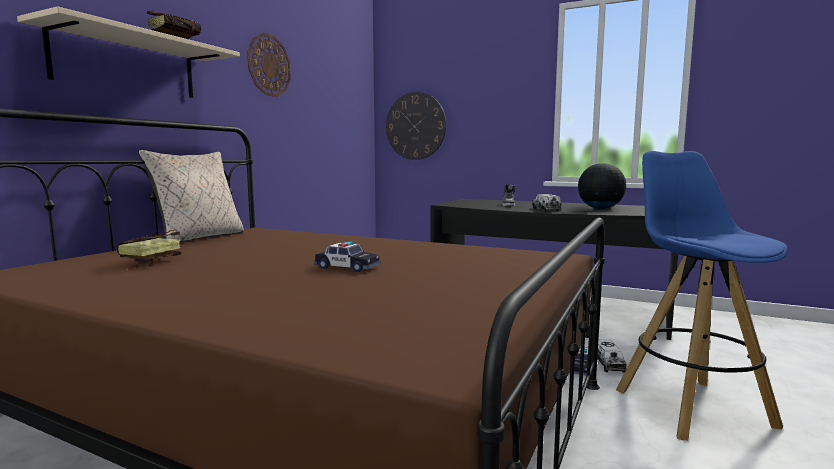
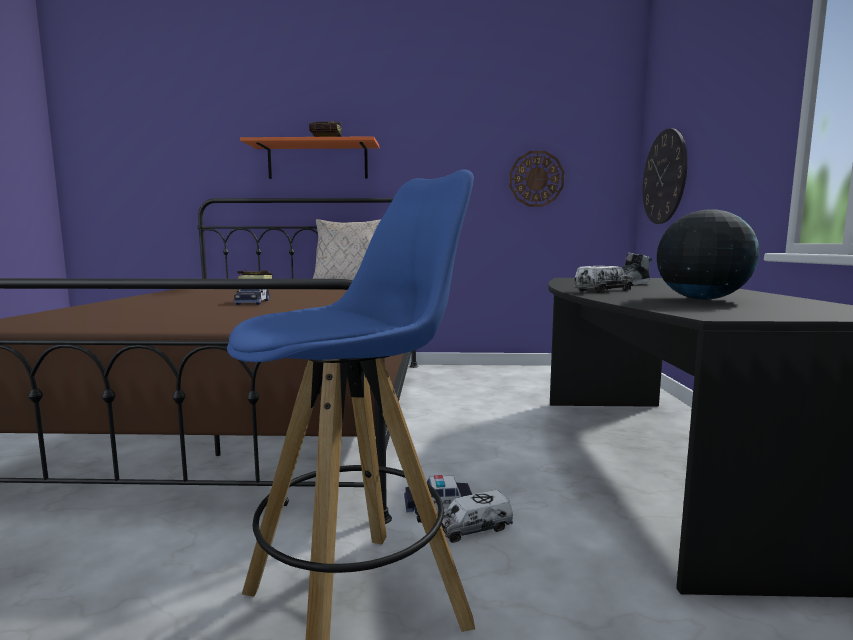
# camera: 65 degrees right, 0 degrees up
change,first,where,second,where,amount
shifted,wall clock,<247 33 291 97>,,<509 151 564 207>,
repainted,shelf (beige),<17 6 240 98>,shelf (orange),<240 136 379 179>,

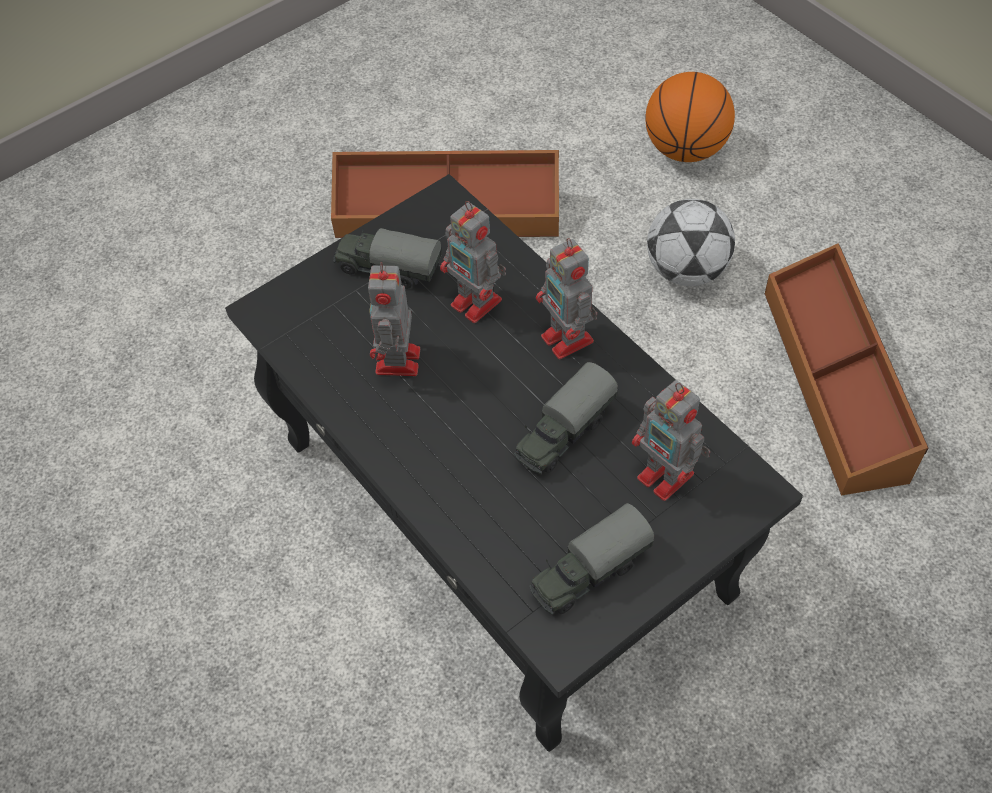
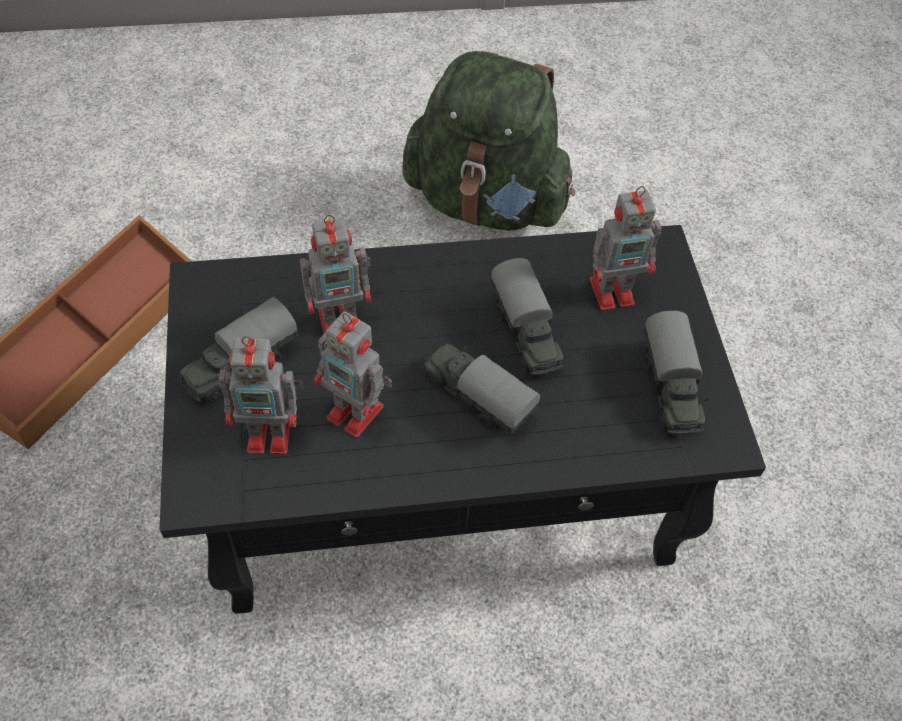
# camera: 65 degrees left, 0 degrees up
change,first,where,second,where,amount
gone,basketball,<645 72 735 162>,,,
gone,football,<647 199 735 286>,,,
new,,,toy truck,<422 343 540 434>,
shifted,toy robot,<536 238 597 359>,,<219 336 303 455>,
swapped,storage box (brown),<765 243 929 495>,backpack (green),<402 51 575 231>,

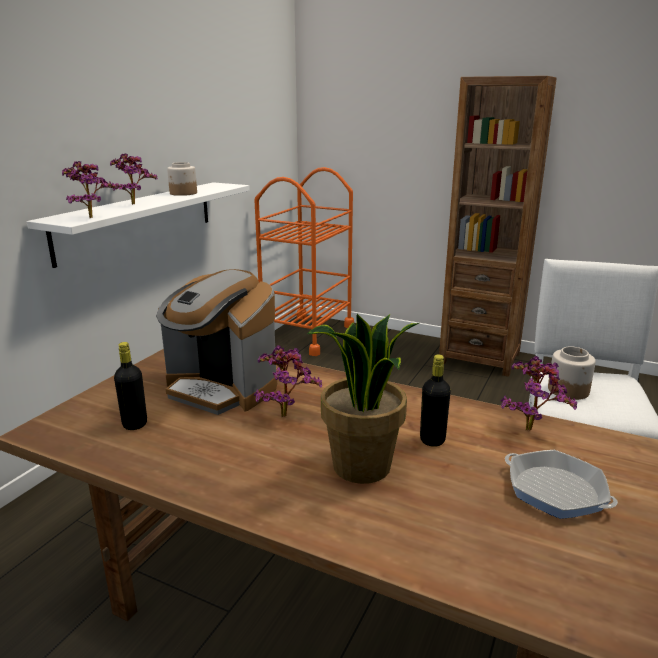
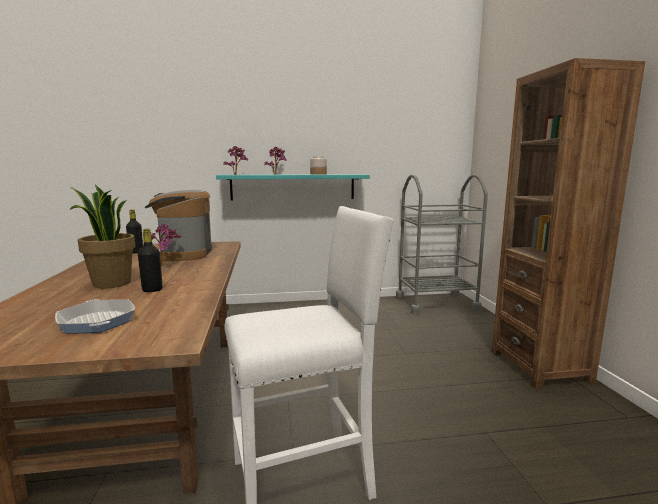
# camera: 55 degrees right, 10 degrees down
change,first,where,second,where,amount
gone,potted plant,<500 356 577 430>,,,
gone,jar,<548 346 596 400>,,,
repainted,shelf (white),<27 182 250 268>,shelf (turquoise),<216 174 370 200>,
repainted,cart (orange),<254 167 354 356>,cart (grey),<396 174 488 314>,
rotated,frying pan,<505 450 618 519>,,<55 299 135 334>,45 degrees counterclockwise

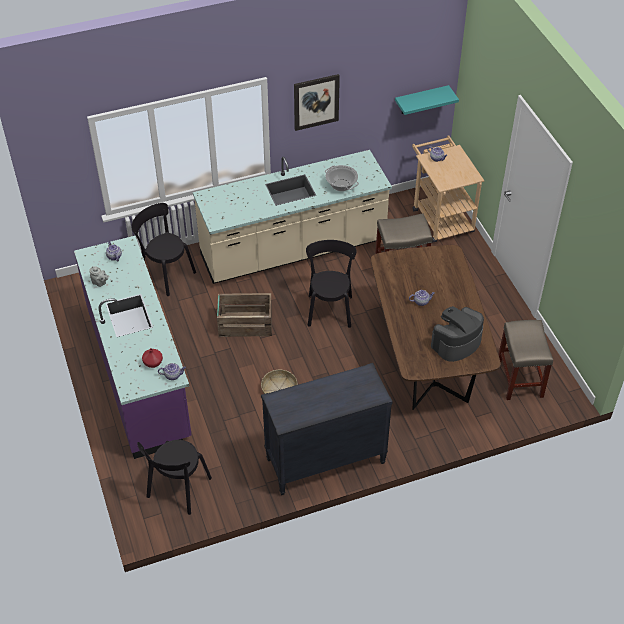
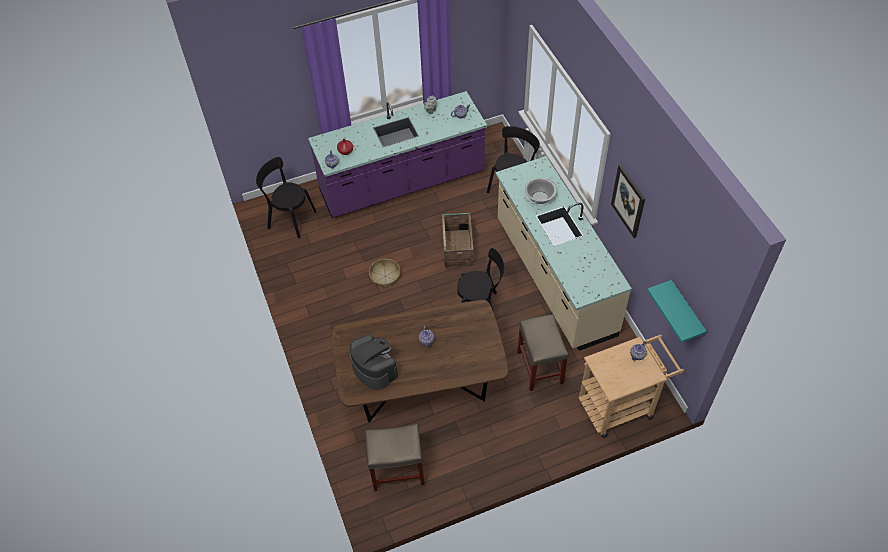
# camera: 90 degrees right, 5 degrees up
change,first,where,second,where,amount
gone,dresser (black),<261 363 393 495>,,,
shifted,cooking pot,<325 165 359 191>,,<524 178 557 204>,

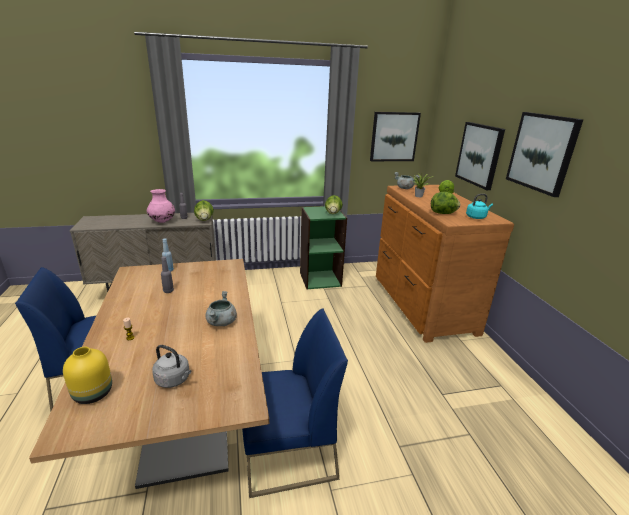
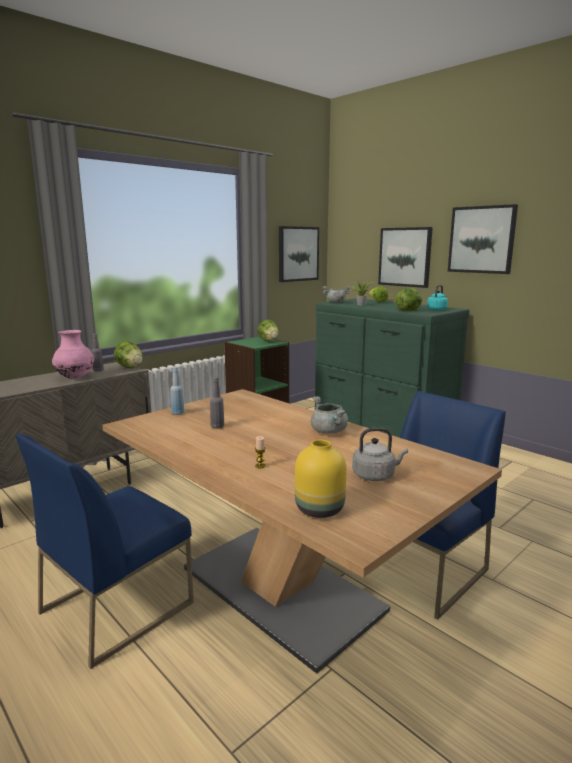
# camera: 30 degrees left, 10 degrees down
change,first,where,second,where,amount
repainted,dresser (brown),<376 185 514 343>,dresser (green),<315 298 470 438>,

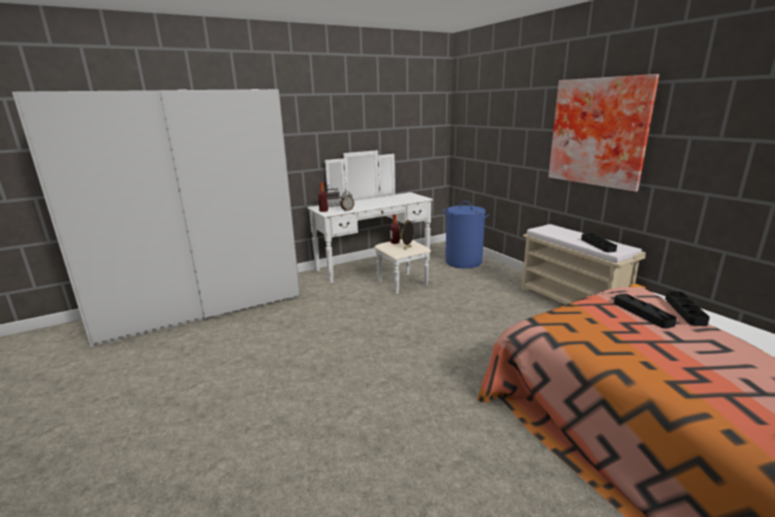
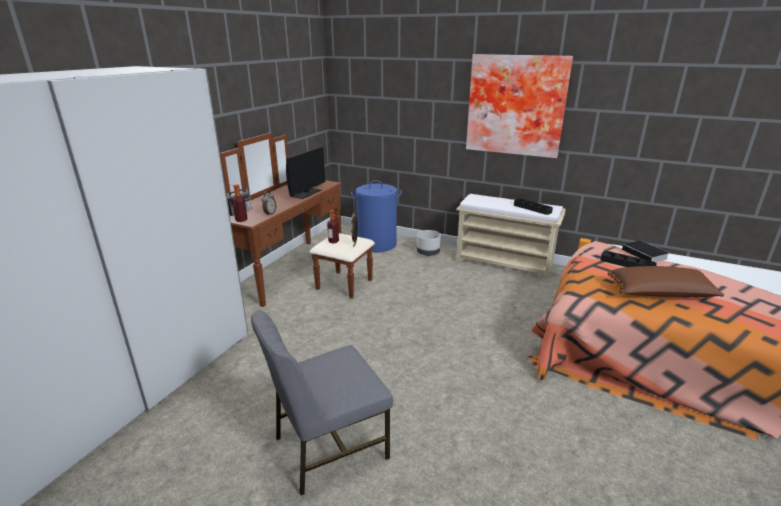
# camera: 35 degrees left, 5 degrees up
change,first,where,second,where,amount
new,,,chair (grey),<251 310 393 496>,
new,,,monitor,<286 147 325 199>,
new,,,planter (grey),<417 230 441 256>,
new,,,pillow (brown),<607 266 724 297>,
swapped,tray (black),<665 291 710 326>,book,<622 241 669 266>,
repainted,dresser (white),<308 150 433 294>,dresser (brown),<220 133 375 307>,

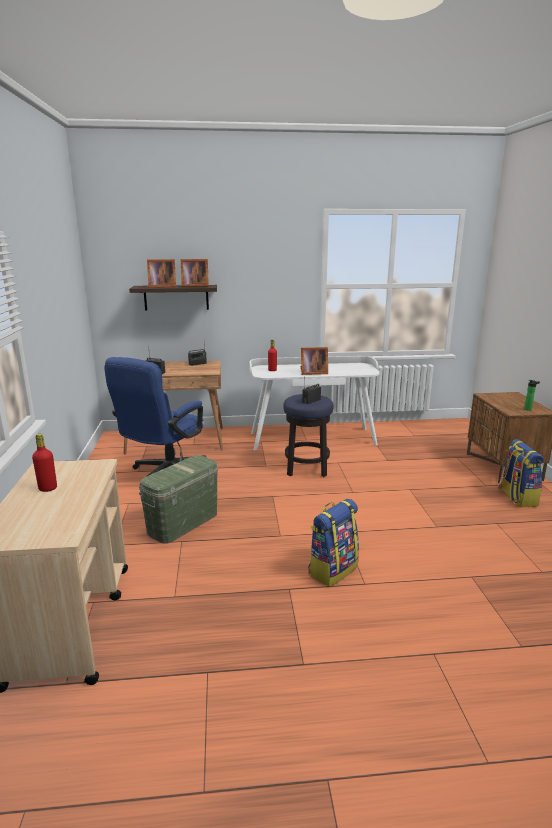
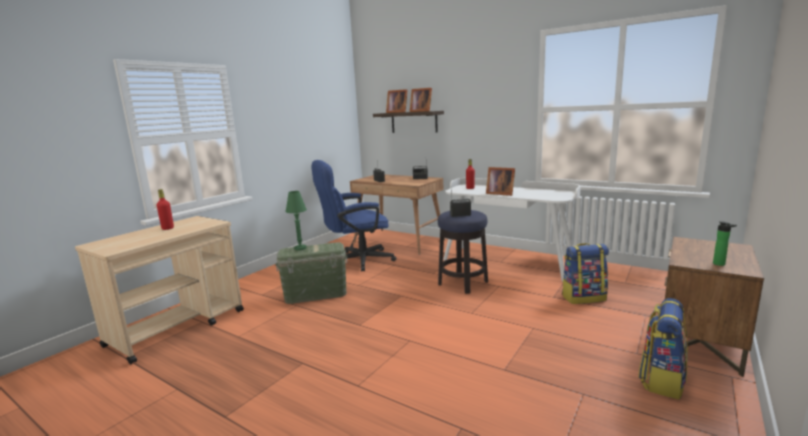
# camera: 40 degrees right, 5 degrees down
change,first,where,second,where,amount
new,,,table lamp (green),<286 191 307 251>,
shifted,backpack,<308 499 359 587>,,<562 243 609 304>,

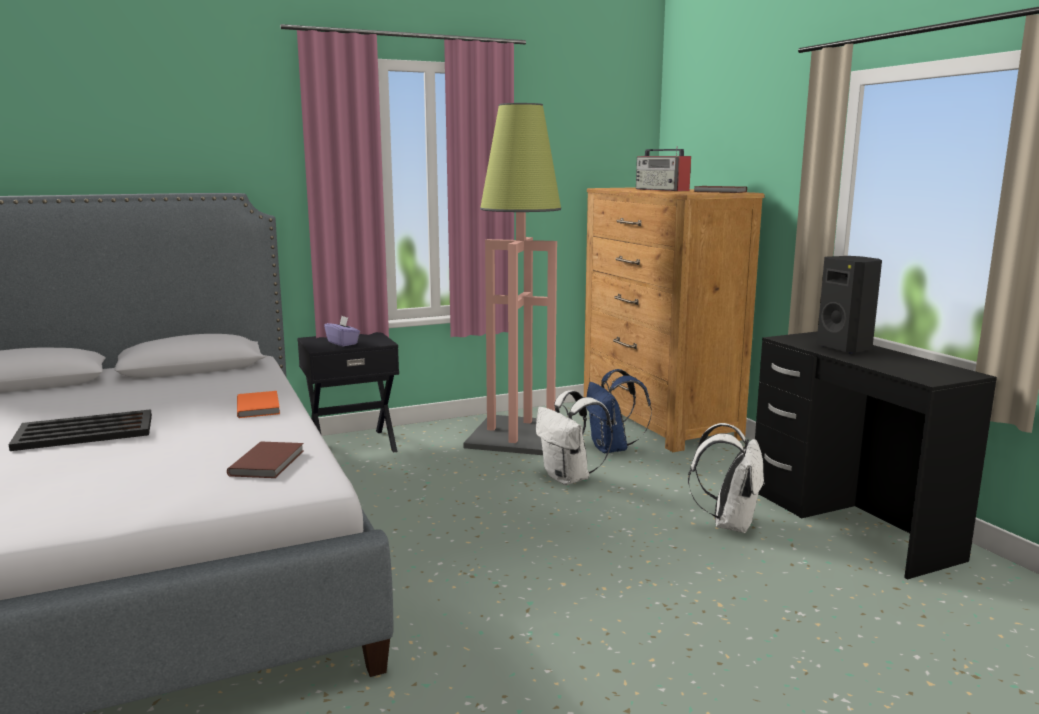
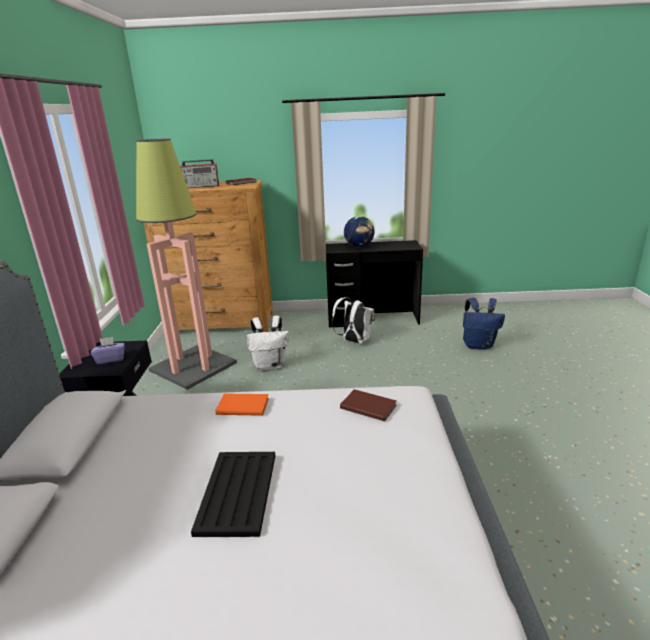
# camera: 65 degrees left, 10 degrees up
change,first,where,second,where,amount
shifted,backpack (blue),<586 369 652 453>,,<463 298 505 350>,
swapped,speaker (black),<817 256 882 354>,globe,<344 216 374 247>,

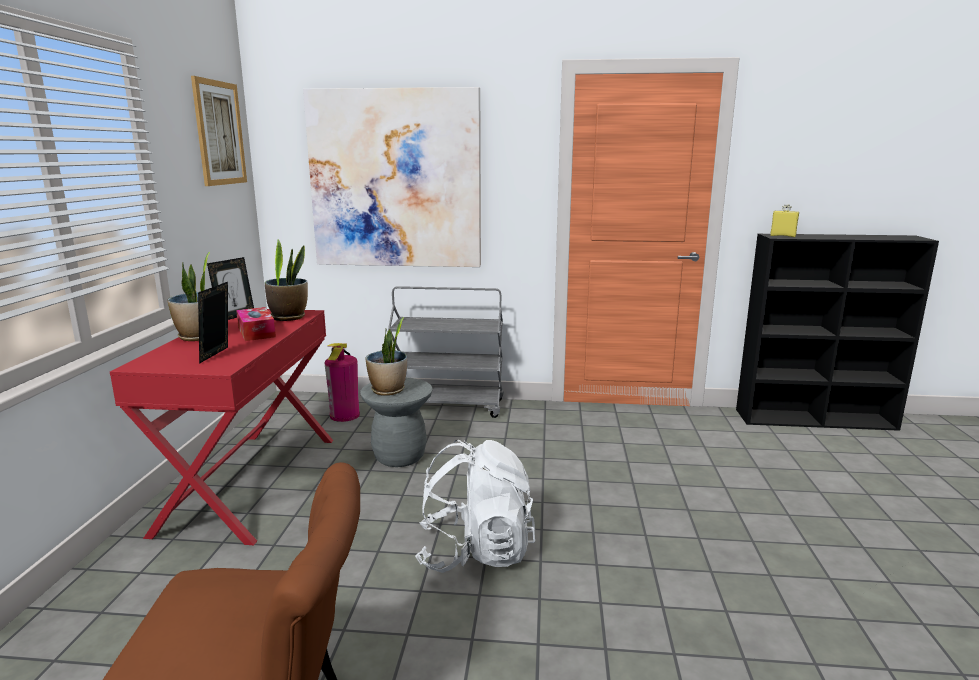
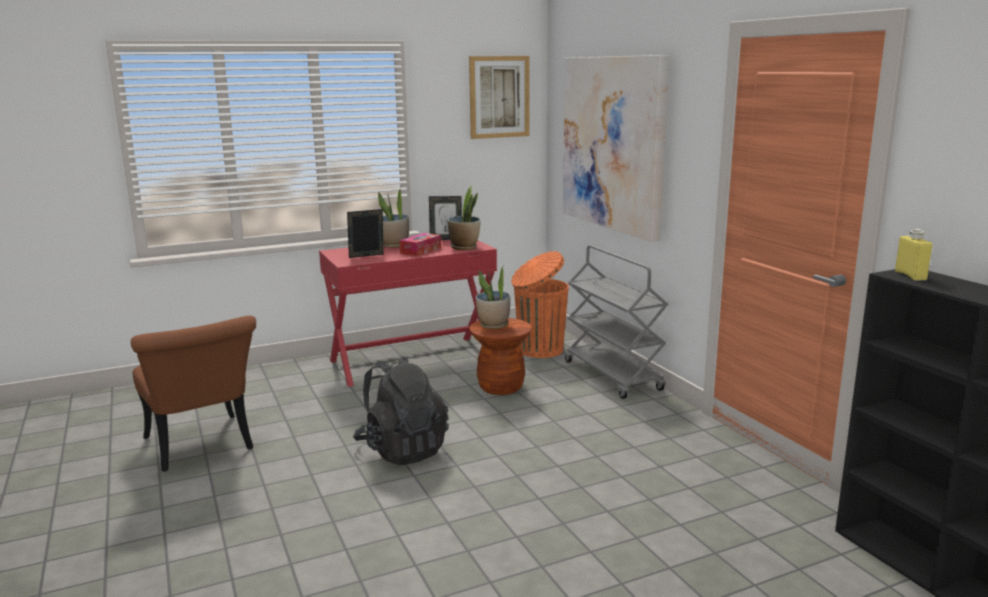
# camera: 60 degrees right, 0 degrees up
change,first,where,second,where,amount
swapped,fire extinguisher,<325 343 360 422>,trash can (orange),<511 251 569 358>,
repainted,stool (grey),<360 378 433 467>,stool (brown),<469 318 532 395>,
repainted,backpack (white),<415 440 535 573>,backpack (black),<353 356 449 465>,

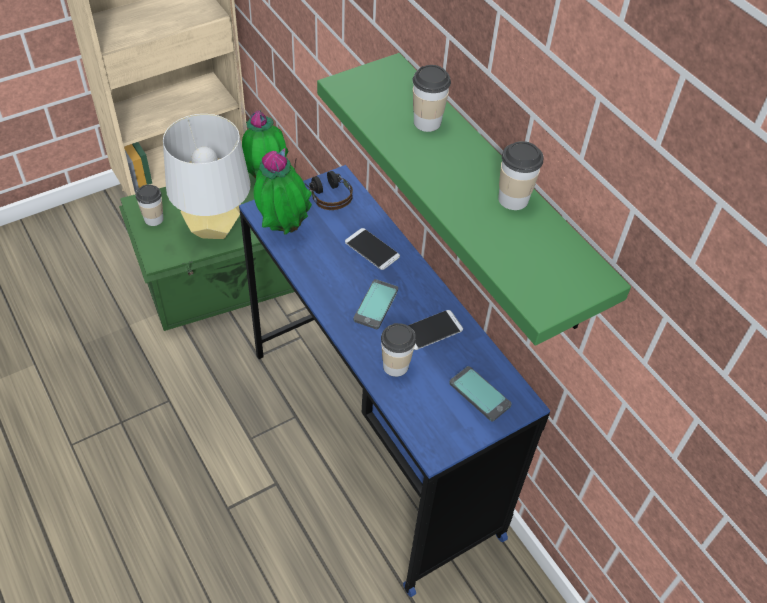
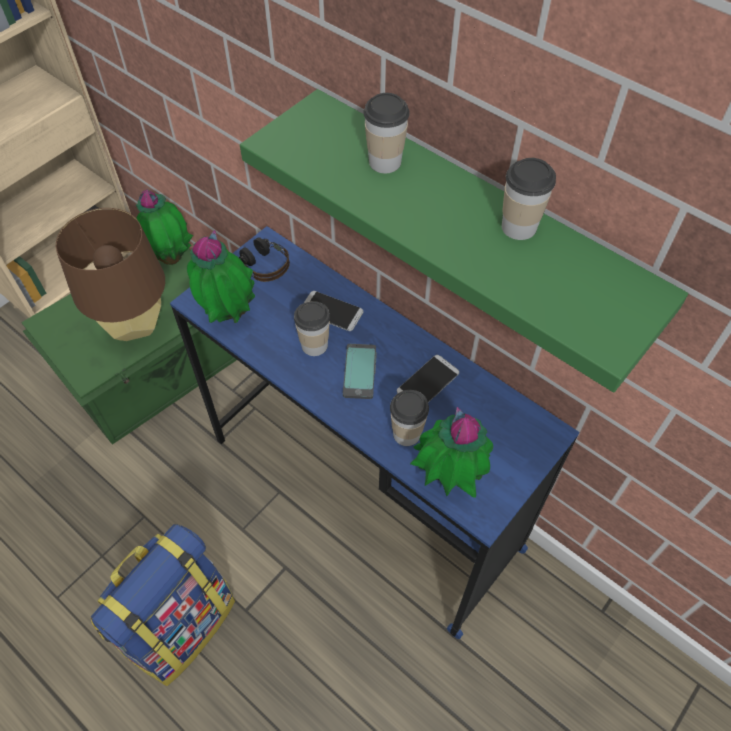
# camera: 15 degrees left, 5 degrees up
change,first,where,second,where,amount
gone,phone,<449 366 512 421>,,,
new,,,backpack,<91 524 235 686>,
new,,,potted plant,<410 407 493 498>,
shifted,cup,<135 185 164 226>,,<294 301 330 356>,
repainted,table lamp (grey),<163 114 251 239>,table lamp (brown),<56 208 165 341>,

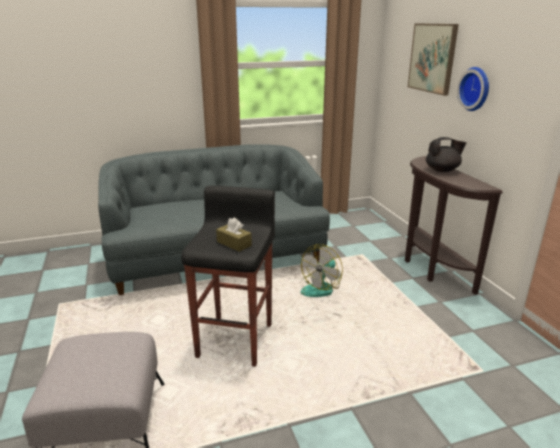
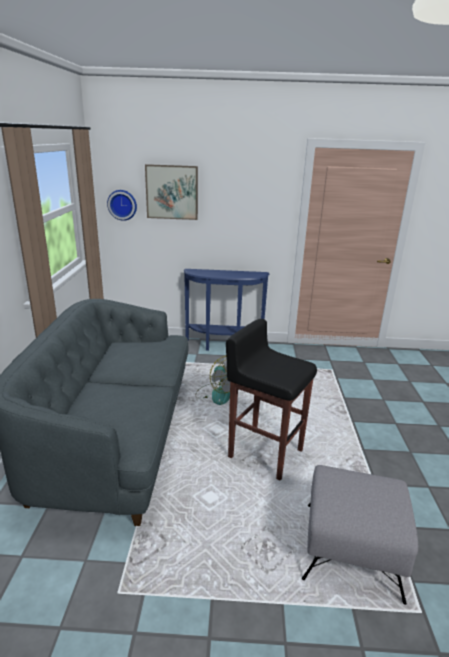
# camera: 70 degrees left, 0 degrees up
change,first,where,second,where,amount
gone,tissue box (brown),<216 218 252 252>,,,
gone,teapot (black),<426 137 467 172>,,,
shifted,wall clock,<457 67 489 111>,,<107 190 137 221>,
repainted,console table (brown),<405 156 503 295>,console table (blue),<184 269 269 351>,

